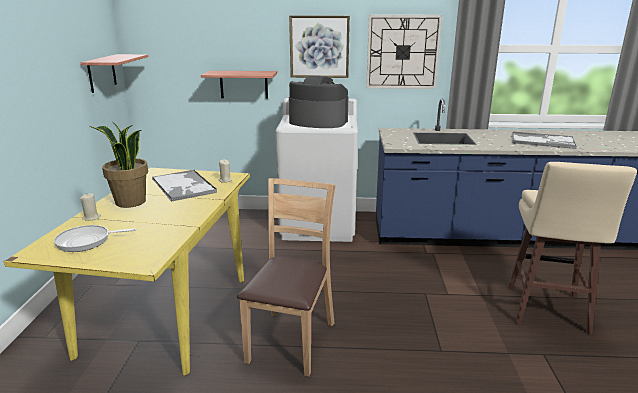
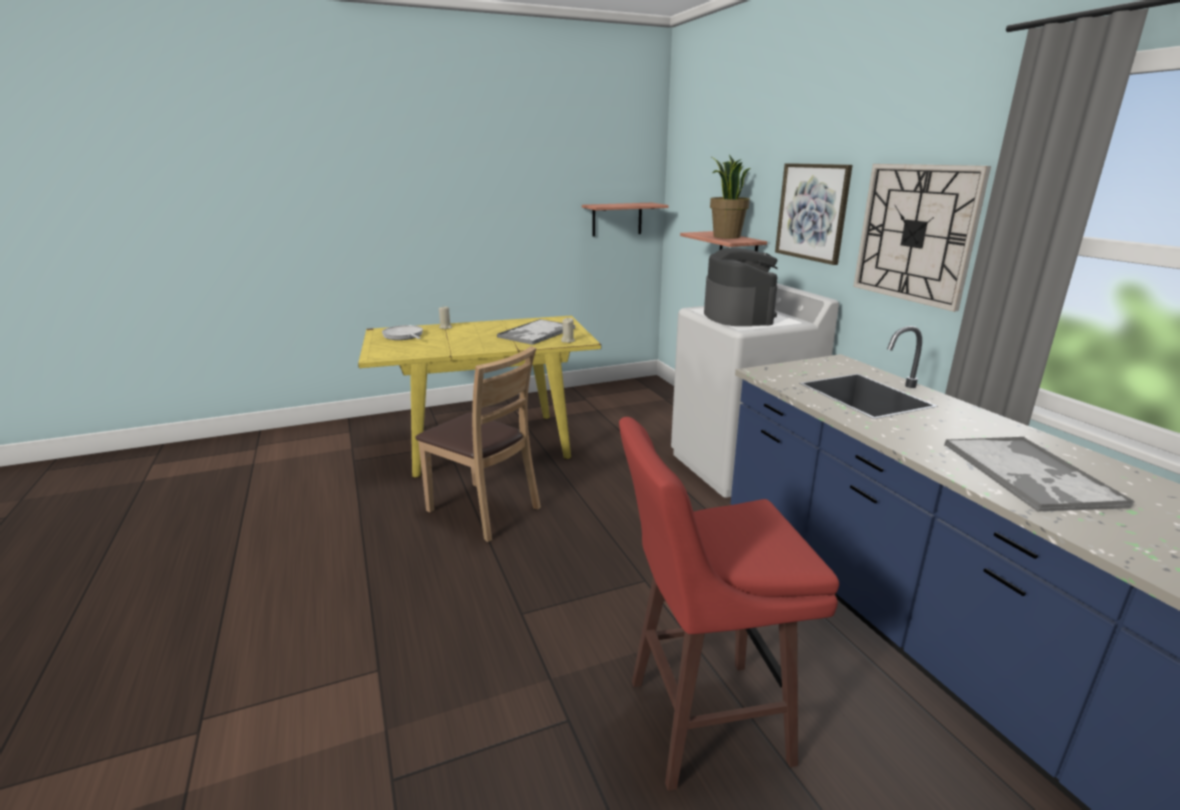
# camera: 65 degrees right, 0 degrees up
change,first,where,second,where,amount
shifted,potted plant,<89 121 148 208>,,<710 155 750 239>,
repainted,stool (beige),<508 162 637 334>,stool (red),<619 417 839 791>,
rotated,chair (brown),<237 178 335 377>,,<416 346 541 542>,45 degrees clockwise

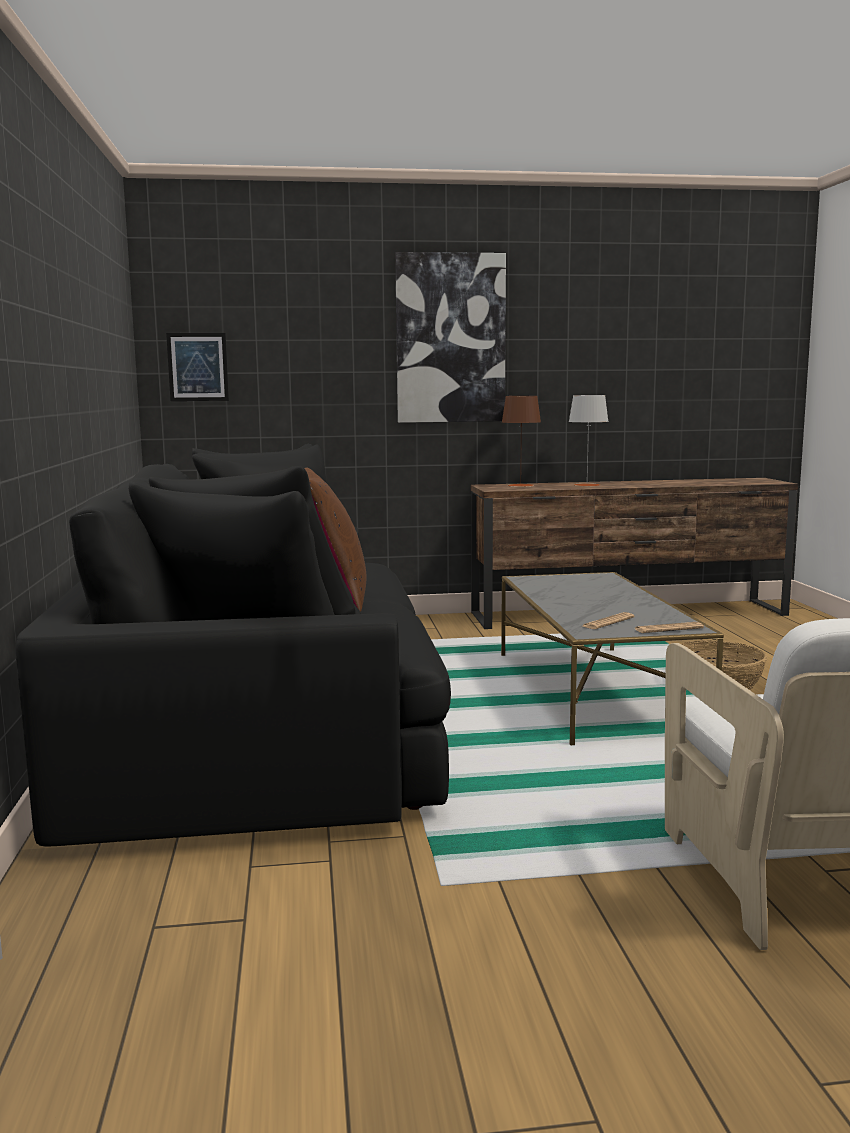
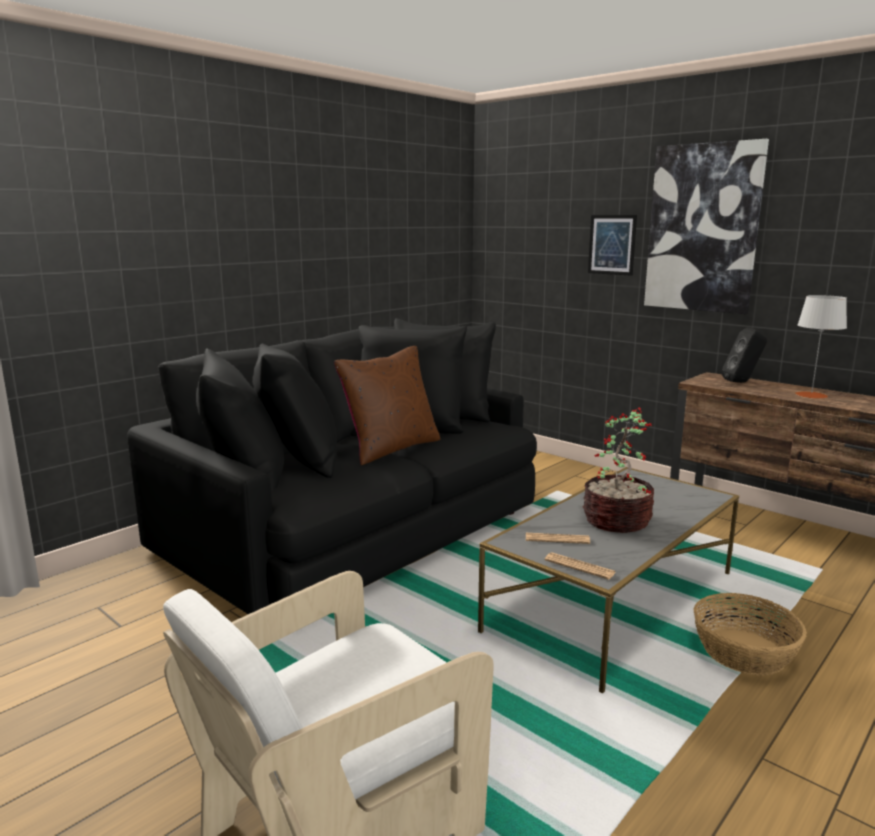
# camera: 50 degrees right, 5 degrees up
change,first,where,second,where,amount
new,,,potted plant,<582 407 654 533>,
shifted,picture,<166 333 229 401>,,<588 215 637 276>,
swapped,table lamp (brown),<502 396 541 487>,speaker (black),<722 328 767 383>,

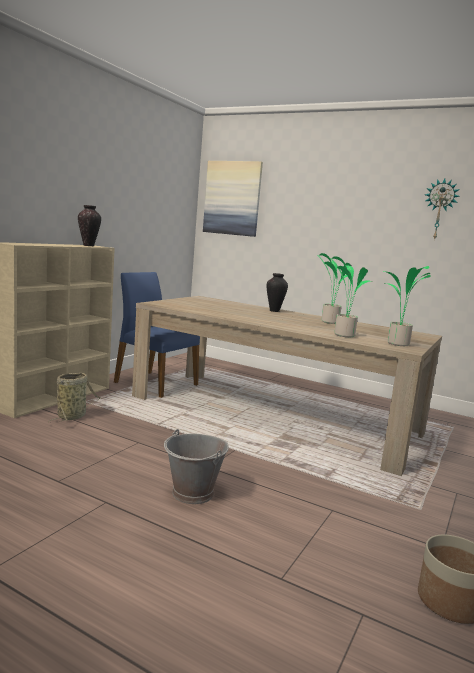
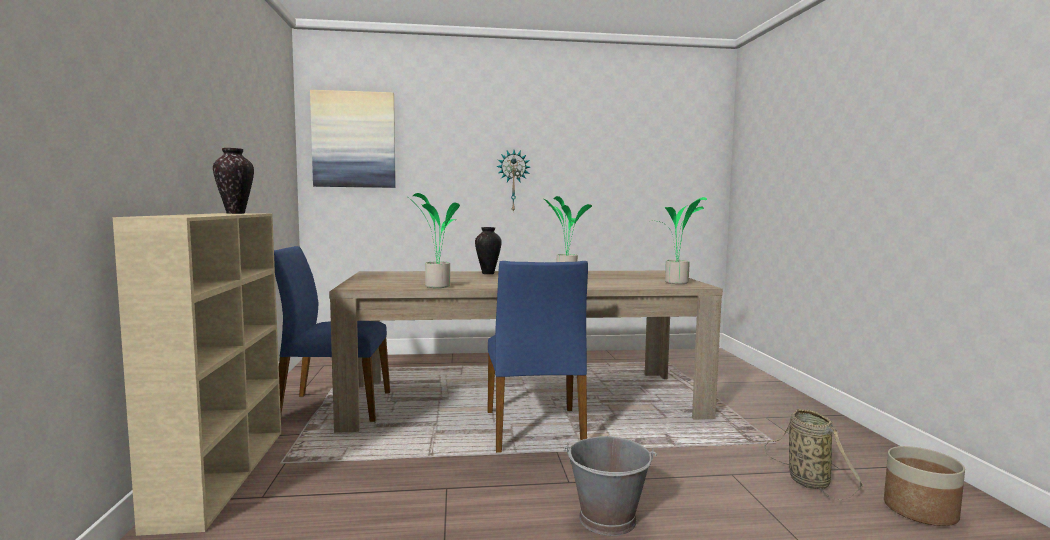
# camera: 35 degrees left, 5 degrees down
change,first,where,second,where,amount
new,,,chair (blue),<488 261 588 453>,
shifted,basket,<48 373 101 423>,,<764 409 864 501>,
shifted,potted plant,<330 256 373 337>,,<406 193 460 288>,
shifted,wall clock,<425 179 460 240>,,<496 150 530 213>,

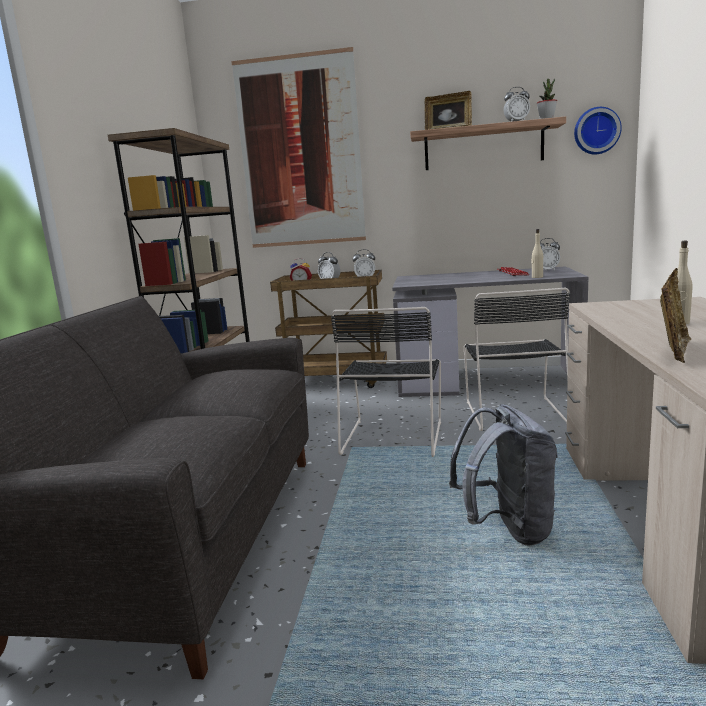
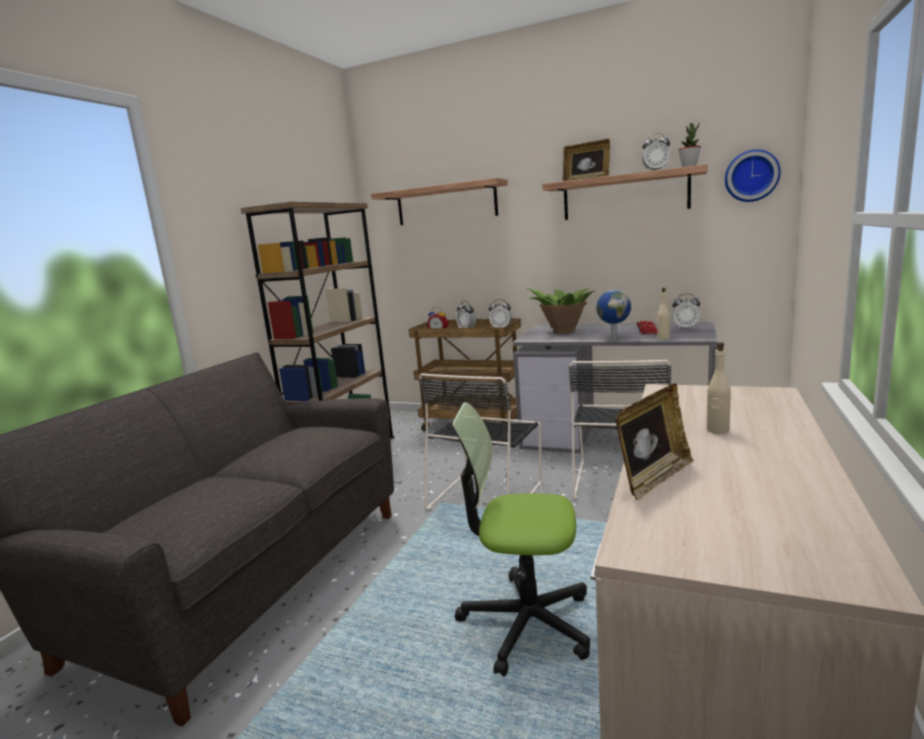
# camera: 15 degrees right, 0 degrees up
change,first,where,second,where,amount
new,,,potted plant,<525 288 595 334>,
new,,,globe,<596 290 631 340>,
swapped,picture,<231 47 366 248>,shelf,<371 178 508 225>,
swapped,backpack (grey),<449 404 558 546>,office chair,<452 402 590 676>,

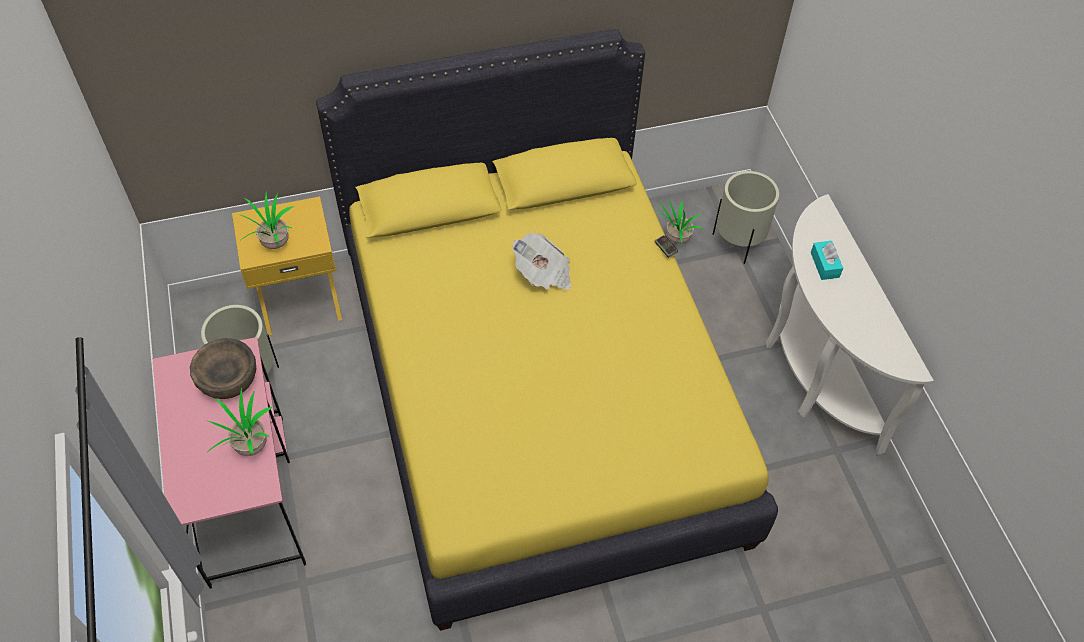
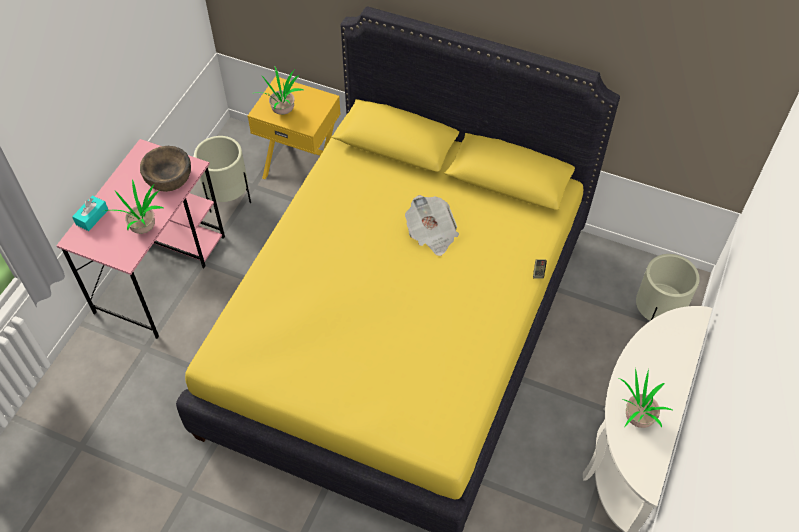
# camera: 40 degrees right, 0 degrees up
change,first,where,second,where,amount
shifted,potted plant,<659 198 703 244>,,<618 366 672 428>,
shifted,tissue box (turquoise),<811 241 843 280>,,<72 196 108 231>,

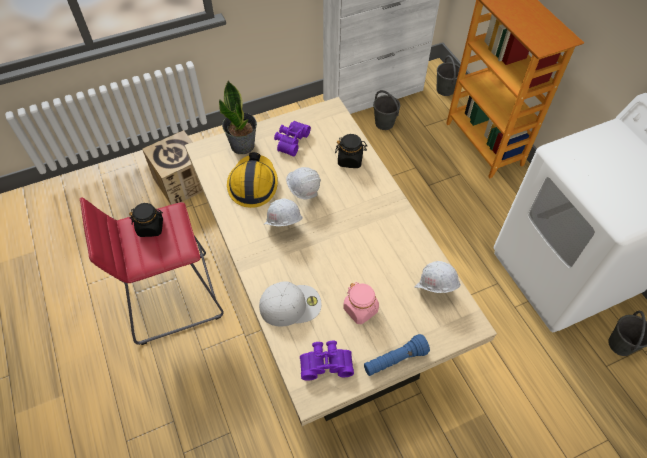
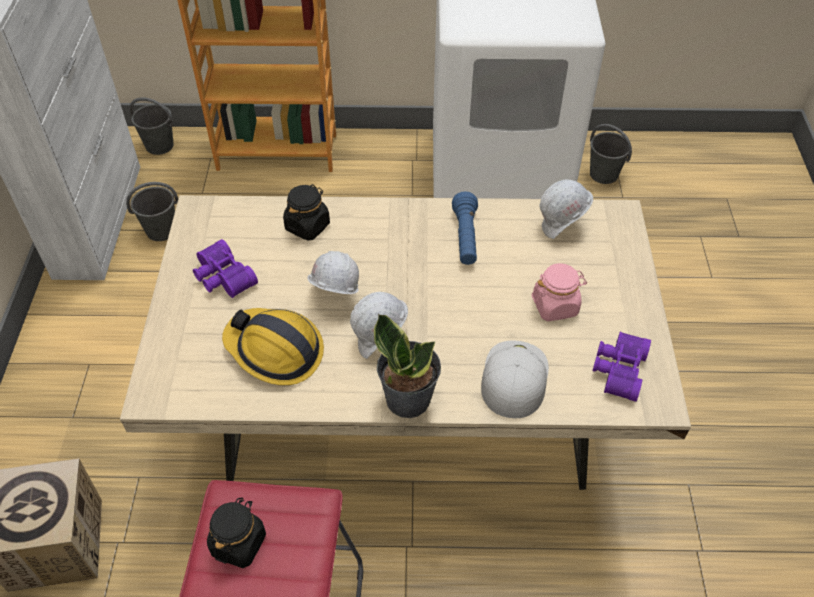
# camera: 65 degrees left, 5 degrees down
change,first,where,second,where,amount
shifted,potted plant,<219 80 257 154>,,<374 314 441 418>,
shifted,flashlight (blue),<364 334 430 376>,,<452 191 478 265>,

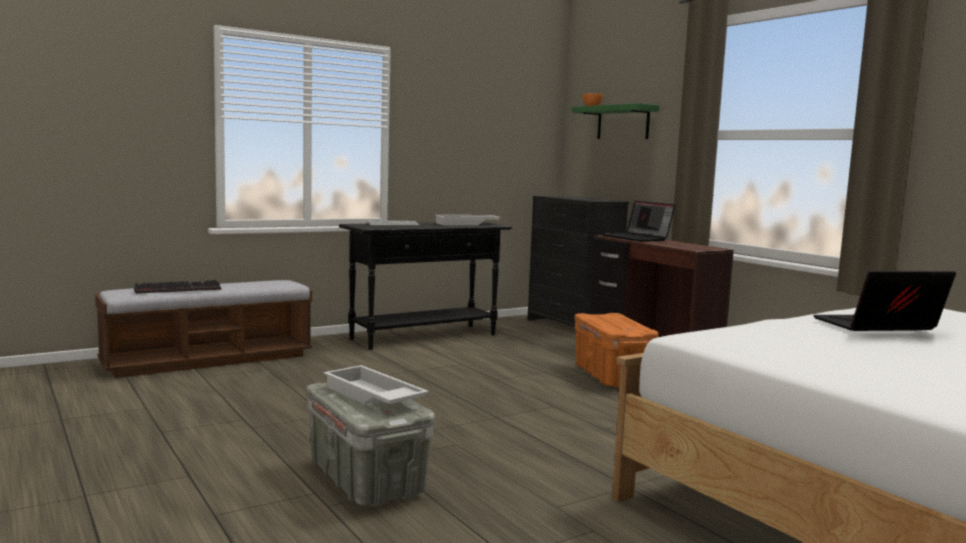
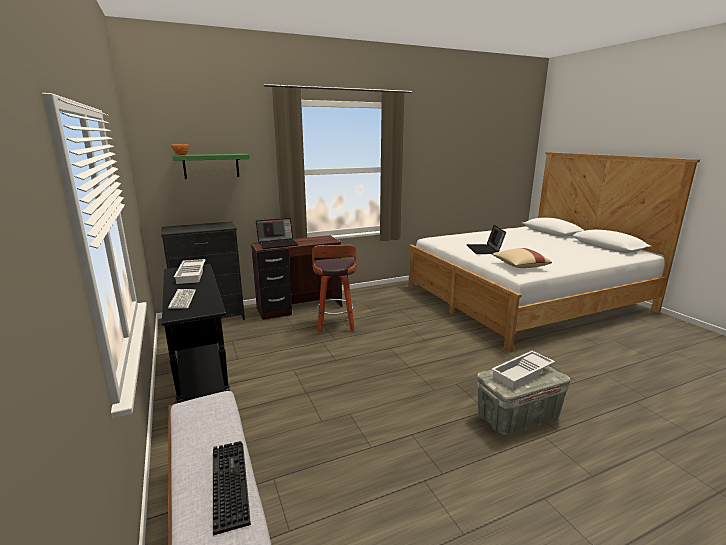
# camera: 80 degrees left, 10 degrees up
change,first,where,second,where,amount
new,,,pillow (beige),<492 248 552 268>,
swapped,storage box (orange),<574 313 659 388>,stool,<312 245 357 332>,

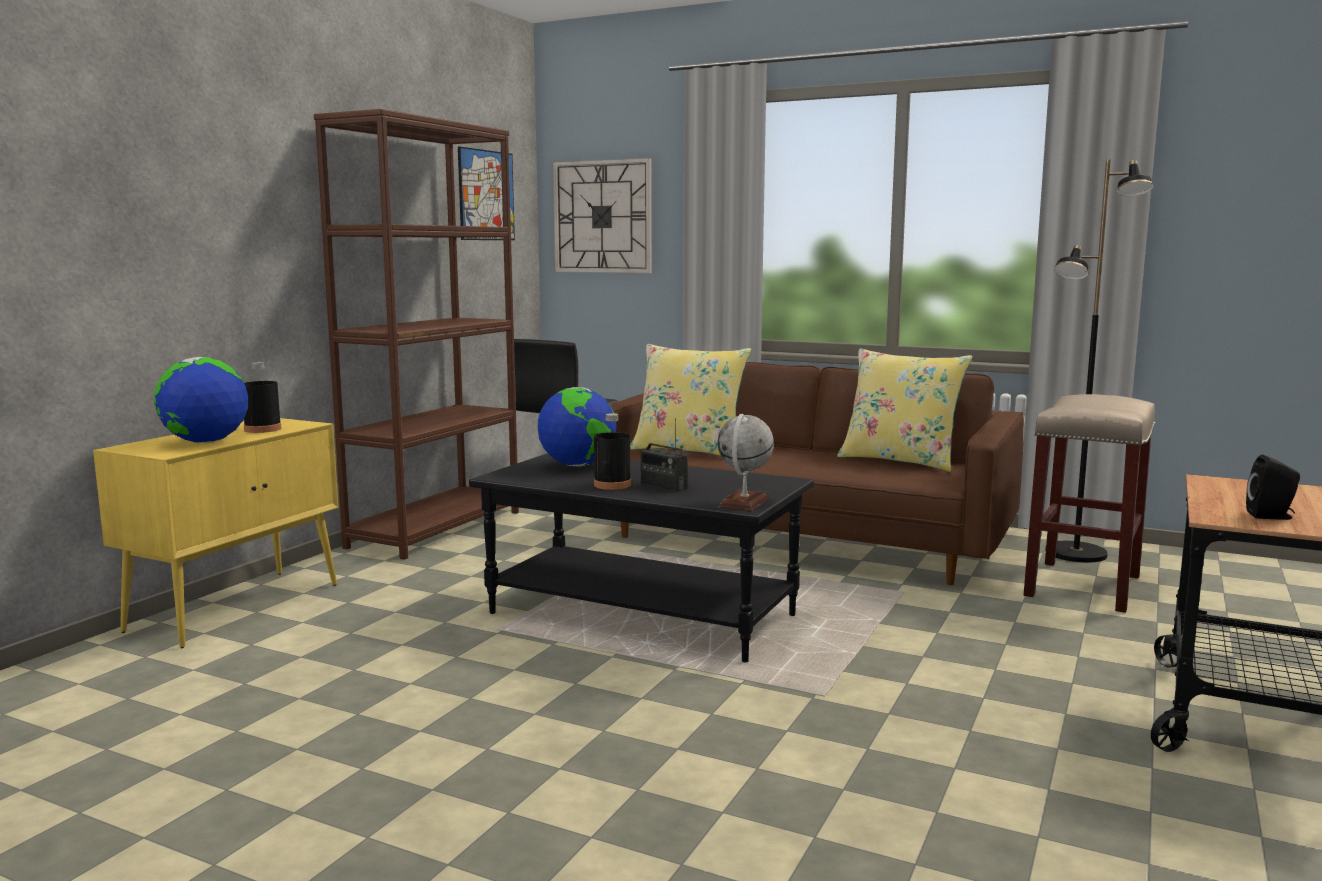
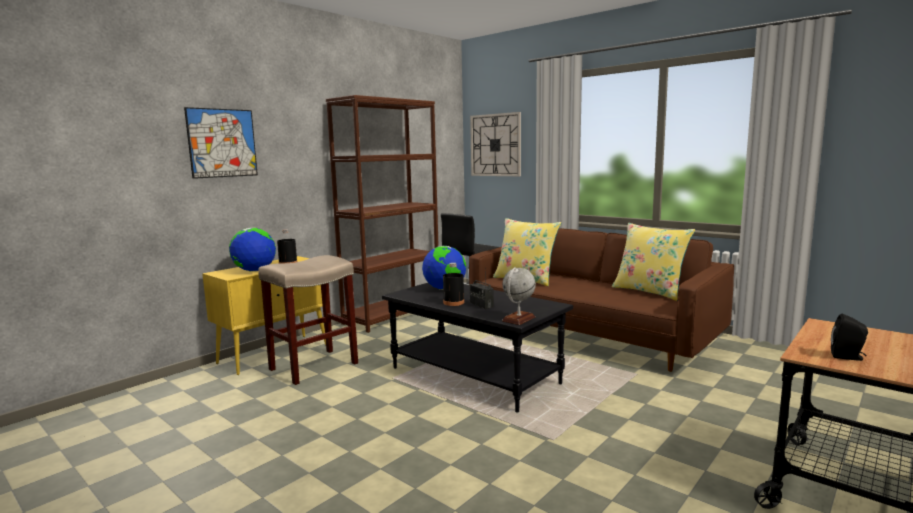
# camera: 15 degrees right, 0 degrees up
change,first,where,second,where,amount
gone,floor lamp (black),<1045 159 1154 562>,,,
shifted,picture,<458 146 515 240>,,<184 107 258 179>,
shifted,stool (beige),<1024 394 1155 613>,,<258 255 358 385>,

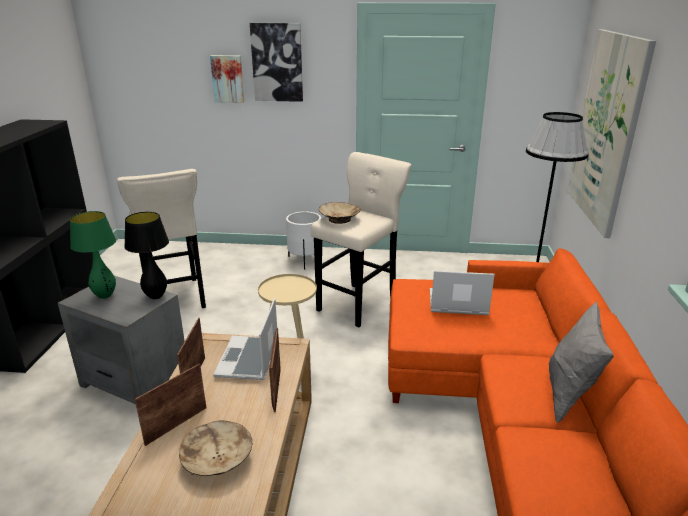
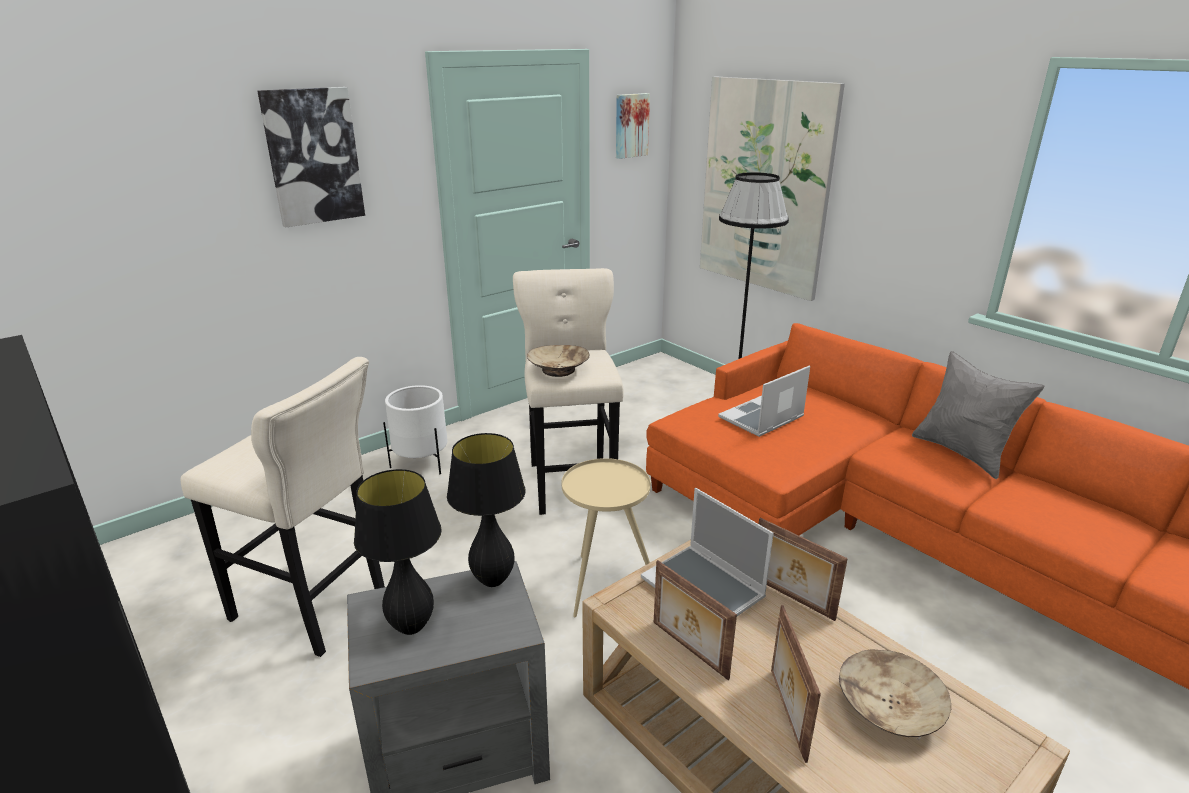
# camera: 45 degrees left, 0 degrees up
change,first,where,second,where,amount
shifted,picture,<210 55 244 103>,,<616 93 650 159>,
repainted,table lamp (green),<70 211 116 299>,table lamp (black),<354 469 442 635>,

